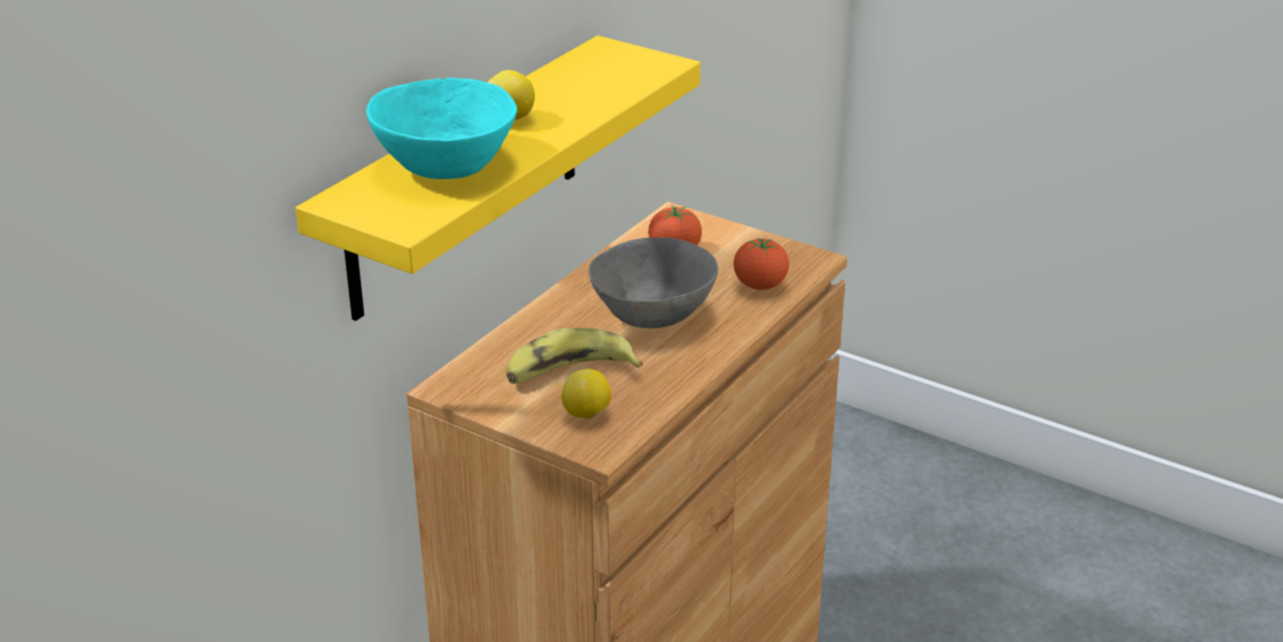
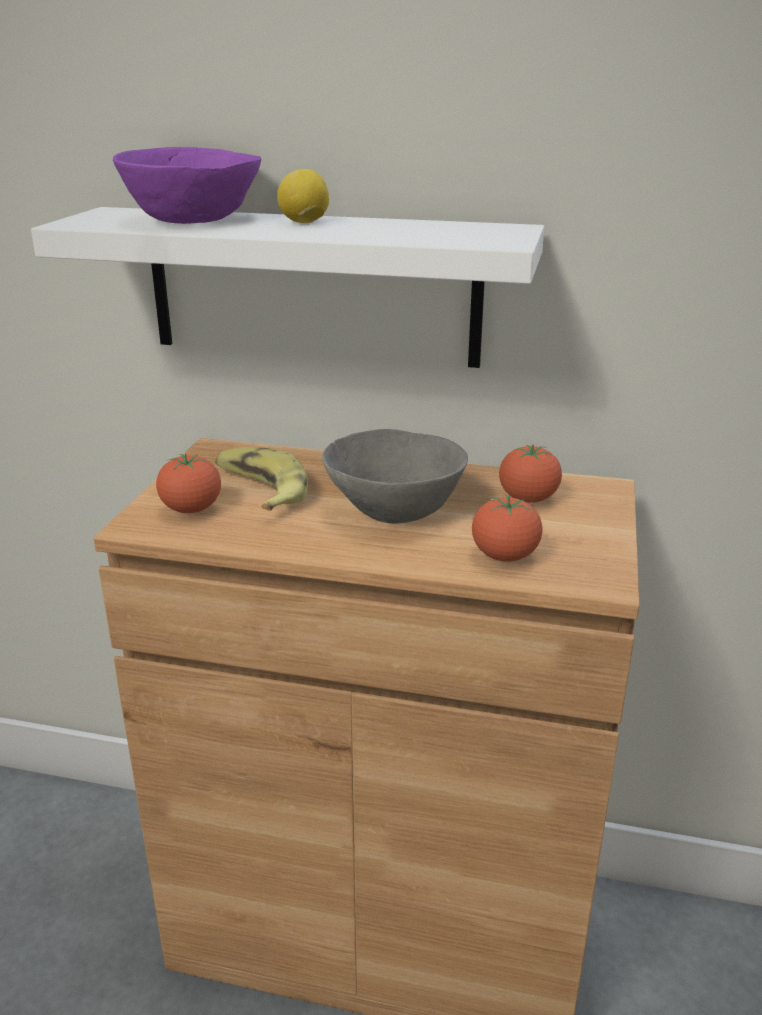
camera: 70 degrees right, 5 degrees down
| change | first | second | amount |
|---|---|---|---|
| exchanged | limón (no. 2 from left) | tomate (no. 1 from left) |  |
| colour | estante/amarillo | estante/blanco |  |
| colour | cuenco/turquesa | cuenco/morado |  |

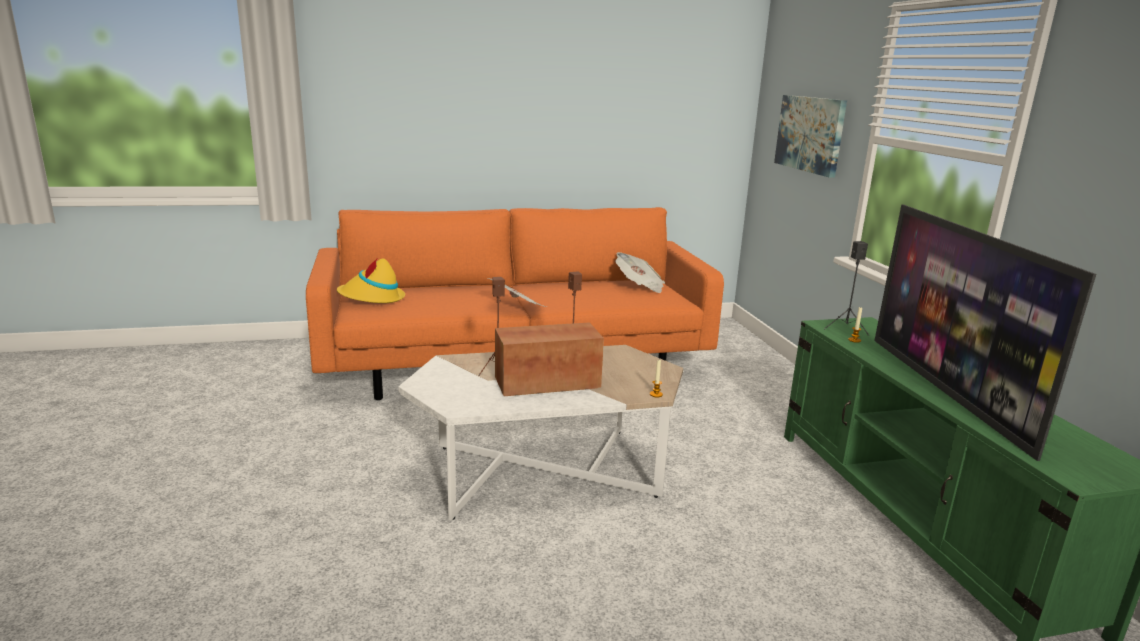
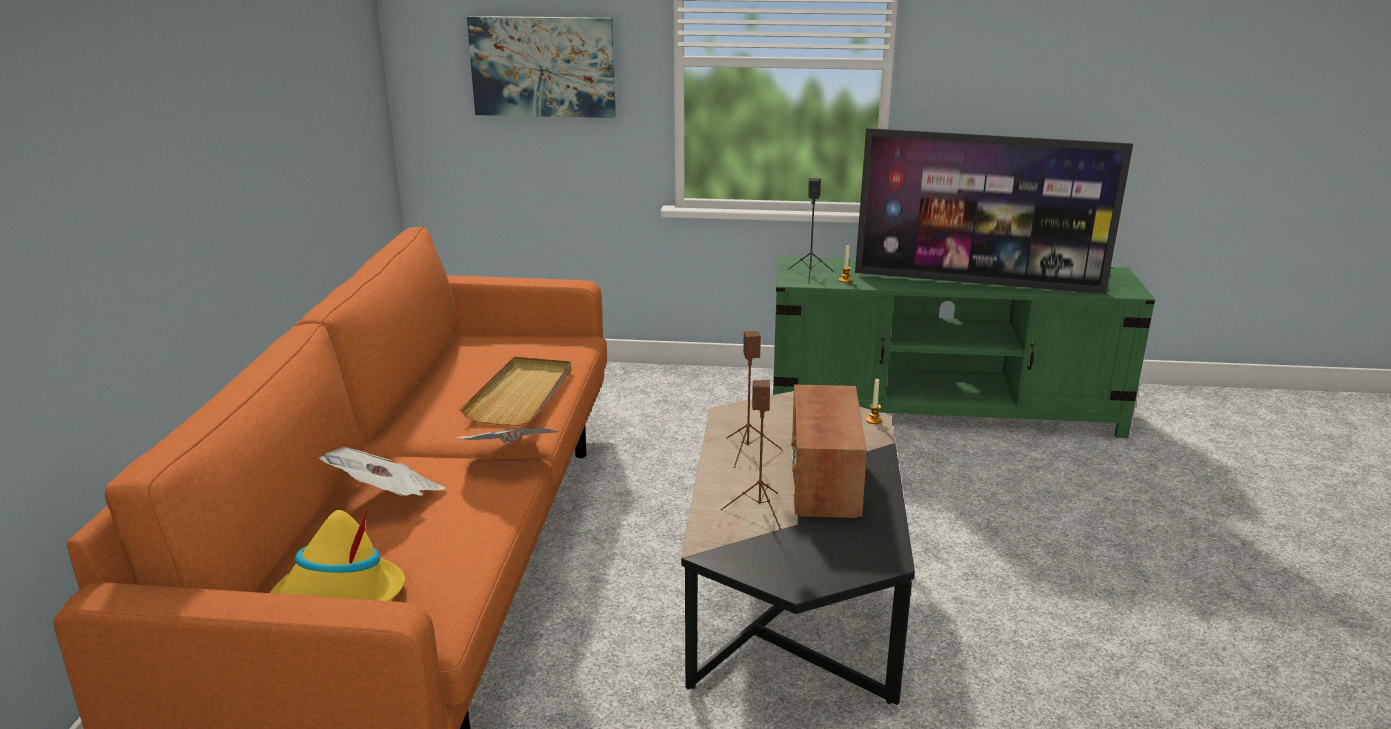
camera: 70 degrees left, 5 degrees up
| change | first | second | amount |
|---|---|---|---|
| appeared |  | bandeja/beis |  |
| relocated | periódico (no. 2 from left in the first image) | periódico (no. 1 from left) |  |
| colour | mesa de centro/blanco | mesa de centro/negro |  |

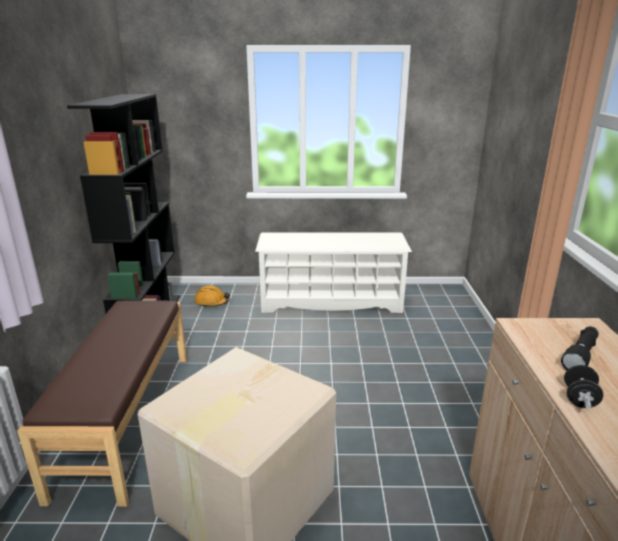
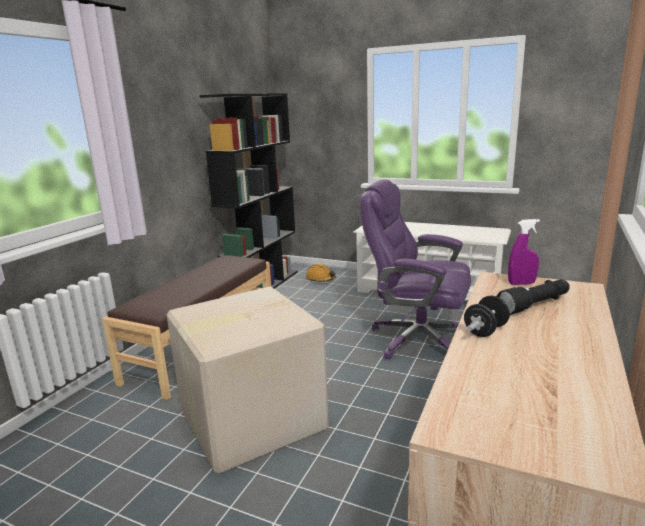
camera: 25 degrees right, 5 degrees down
| change | first | second | amount |
|---|---|---|---|
| appeared |  | silla de oficina/morado |  |
| appeared |  | pulverizador/morado |  |

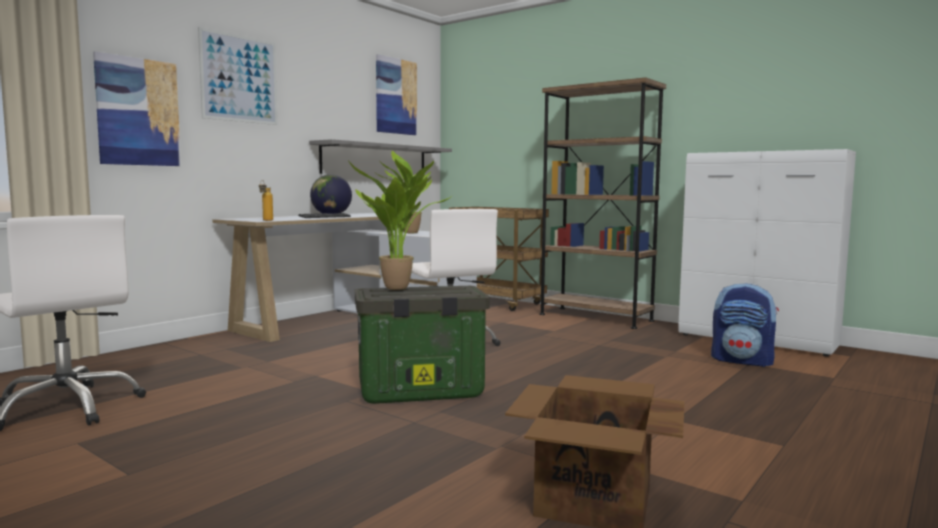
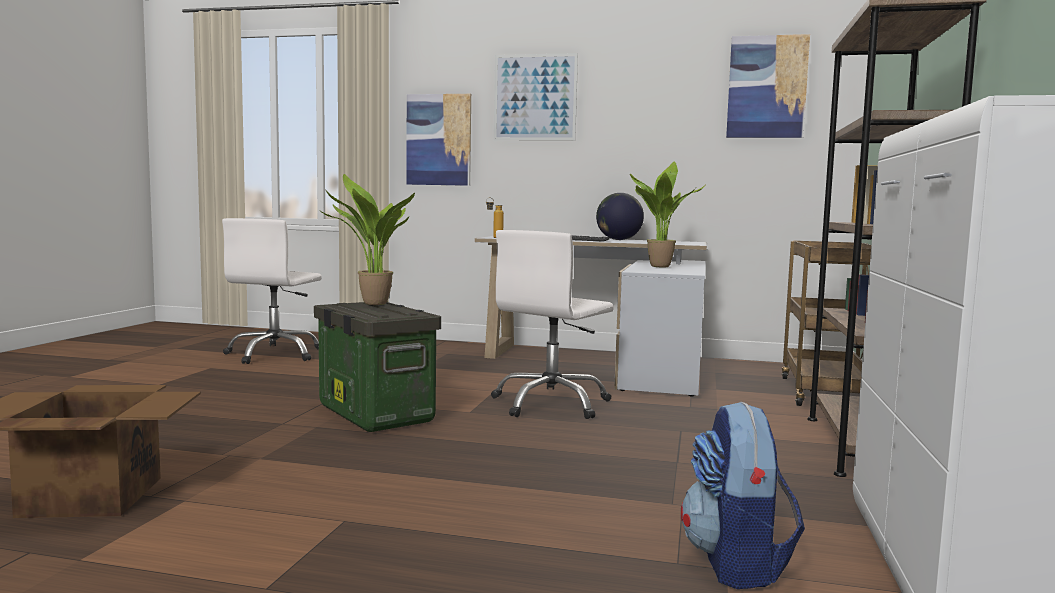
camera: 65 degrees right, 0 degrees up
| change | first | second | amount |
|---|---|---|---|
| missing | estante/gris |  |  |

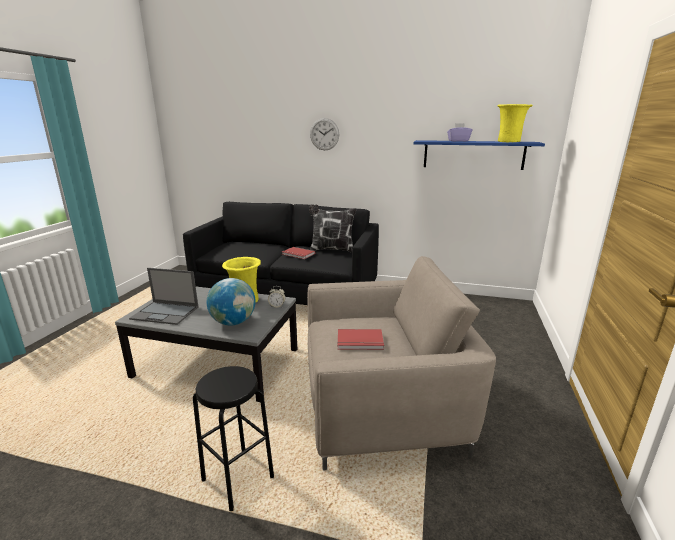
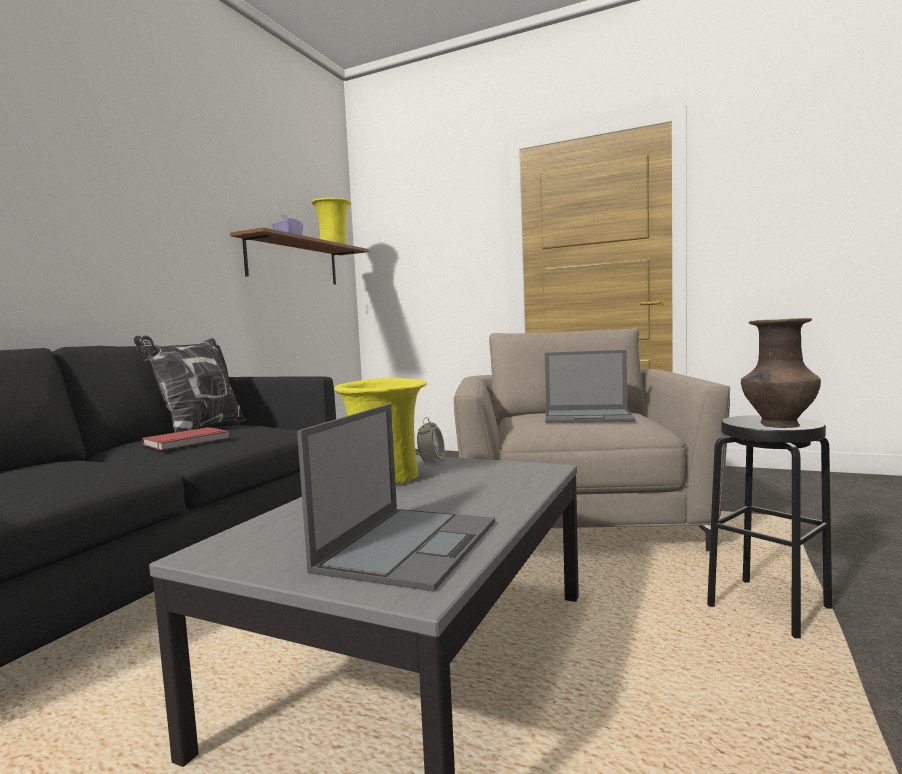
camera: 80 degrees left, 15 degrees down
| change | first | second | amount |
|---|---|---|---|
| missing | globo terráqueo |  |  |
| missing | reloj de pared |  |  |
| appeared |  | florero/marrón |  |
| exchanged | libro/rojo (no. 2 from left) | portátil (no. 2 from left) |  |
| colour | estante/azul | estante/marrón |  |

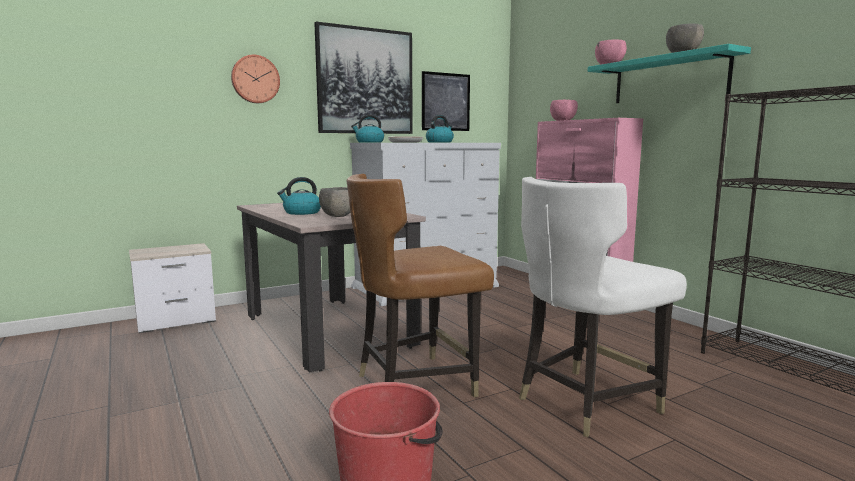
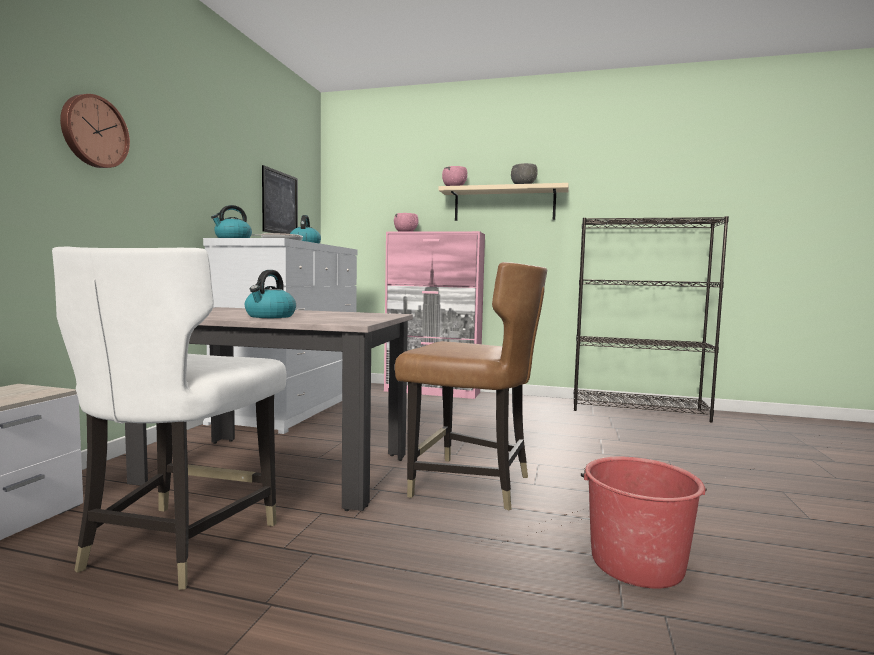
camera: 45 degrees left, 5 degrees down
| change | first | second | amount |
|---|---|---|---|
| missing | cuadro (no. 1 from left) |  |  |
| missing | cuenco/gris (no. 1 from left) |  |  |
| relocated | silla/blanco |  |  |
| colour | estante/turquesa | estante/beis |  |
| spun | silla/marrón |  | 90 degrees counterclockwise |

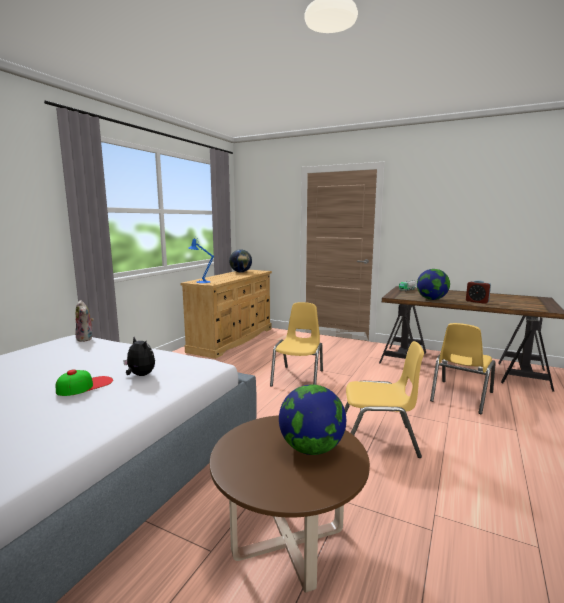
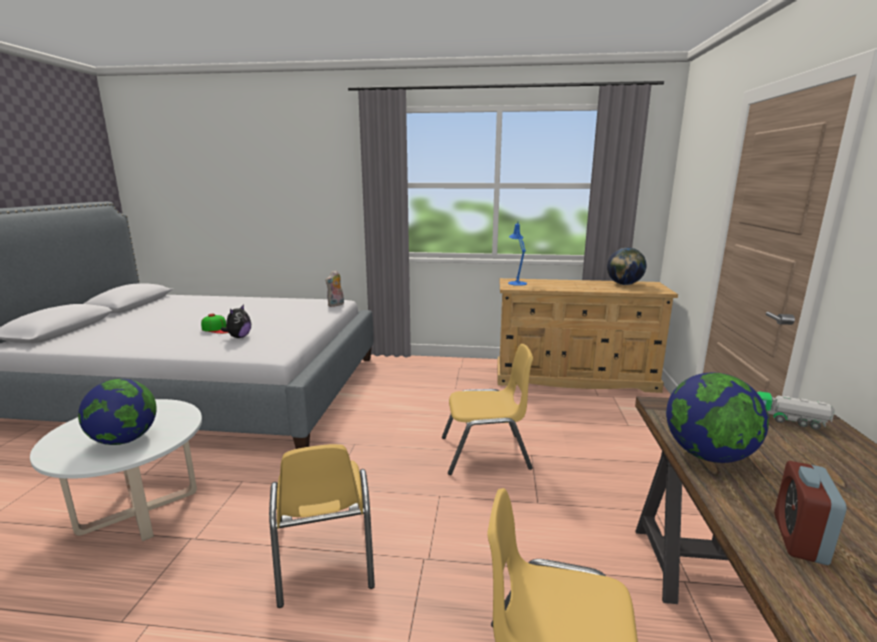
camera: 70 degrees right, 5 degrees up
| change | first | second | amount |
|---|---|---|---|
| colour | mesa de centro/marrón | mesa de centro/blanco |  |

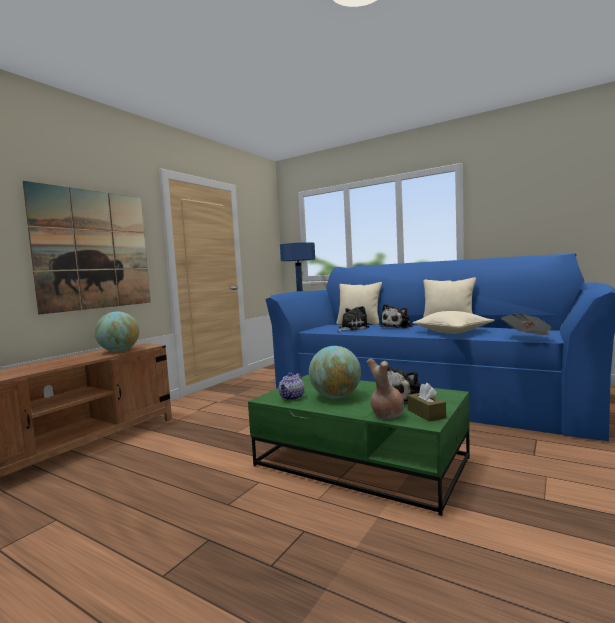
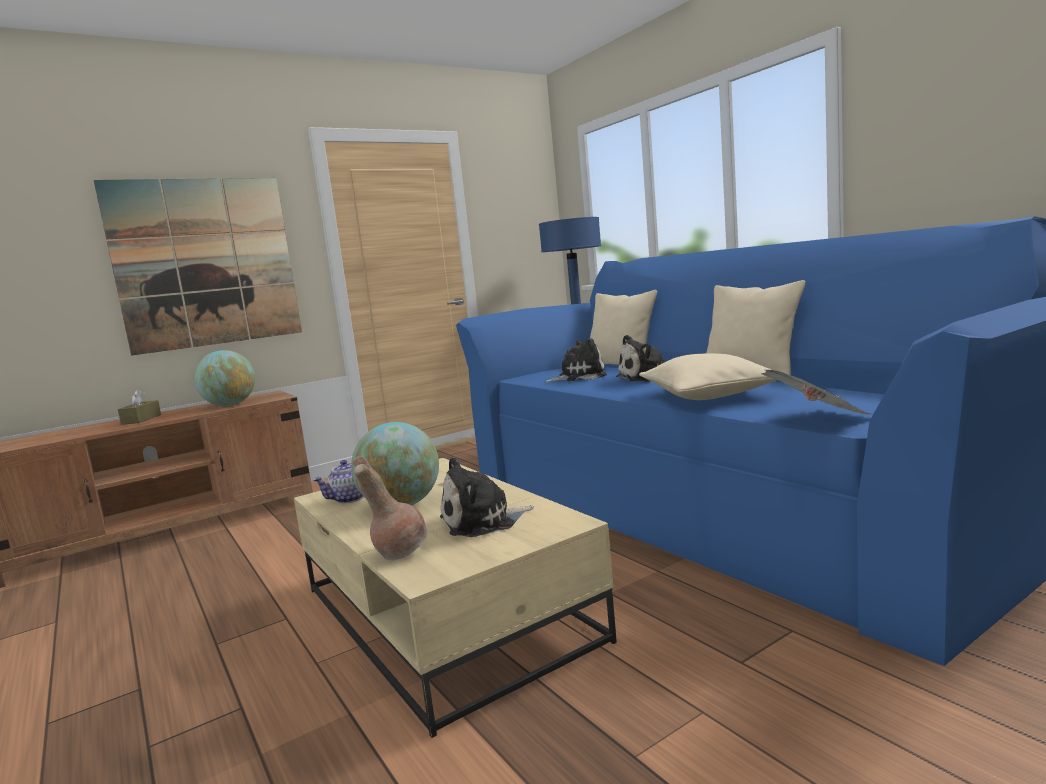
camera: 25 degrees right, 5 degrees up
| change | first | second | amount |
|---|---|---|---|
| relocated | caja de pañuelos/marrón |  |  |
| colour | mesa de centro/verde | mesa de centro/beis |  |

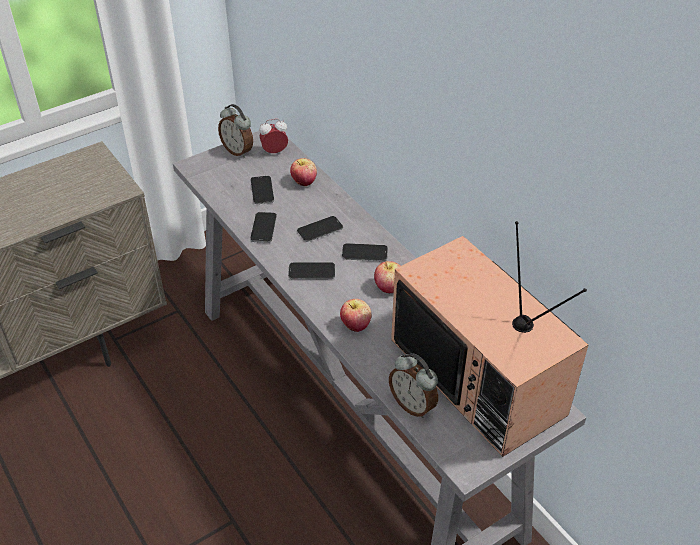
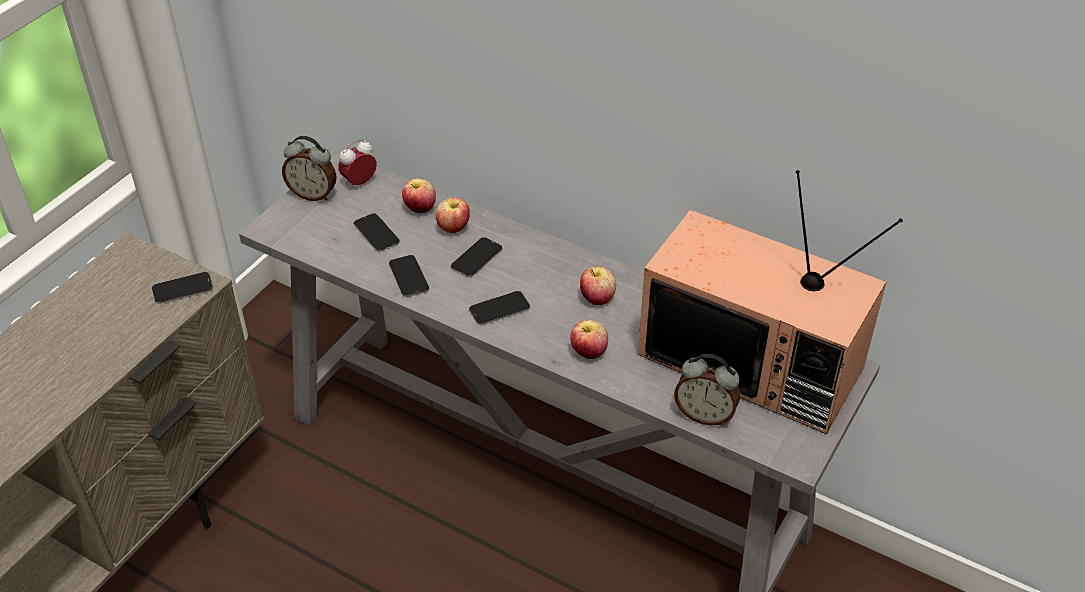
camera: 25 degrees left, 0 degrees up
| change | first | second | amount |
|---|---|---|---|
| appeared |  | manzana (no. 2 from left) |  |
| relocated | móvil (no. 5 from left in the first image) | móvil (no. 1 from left) |  |

